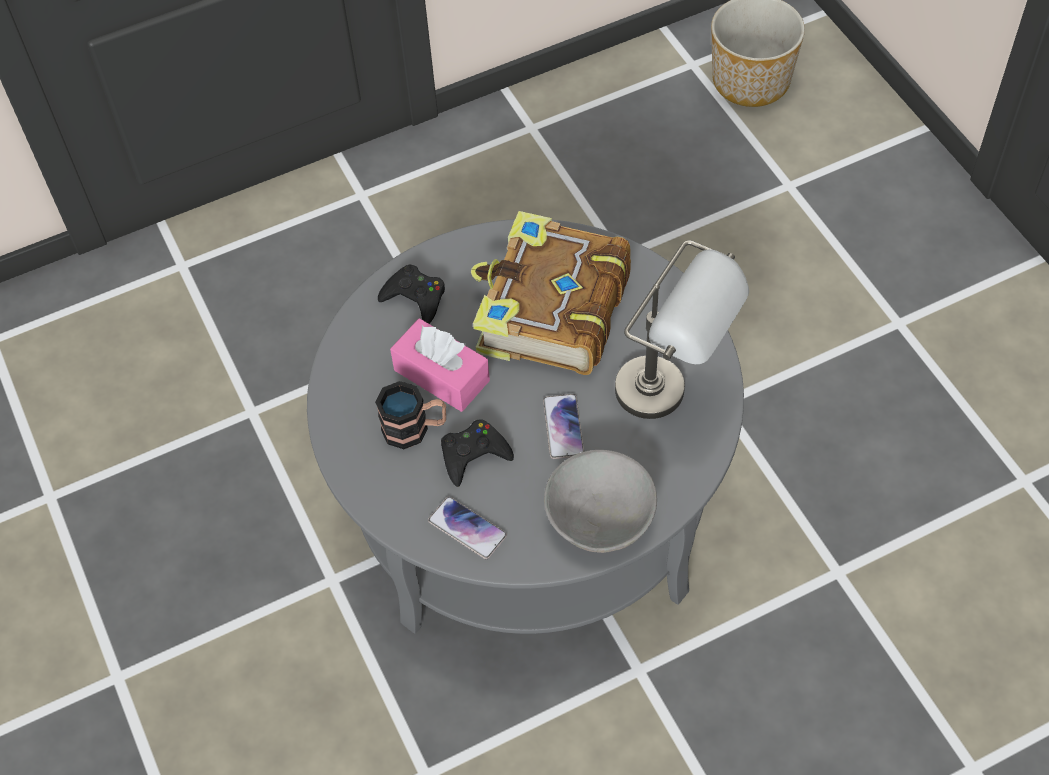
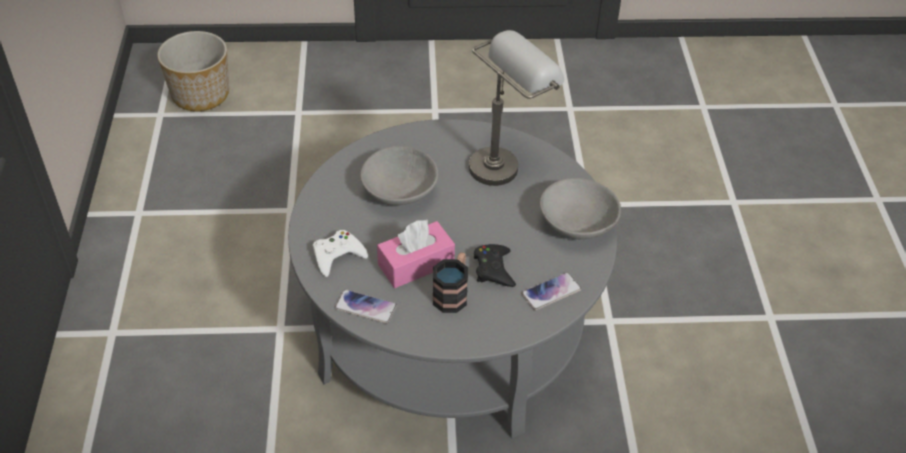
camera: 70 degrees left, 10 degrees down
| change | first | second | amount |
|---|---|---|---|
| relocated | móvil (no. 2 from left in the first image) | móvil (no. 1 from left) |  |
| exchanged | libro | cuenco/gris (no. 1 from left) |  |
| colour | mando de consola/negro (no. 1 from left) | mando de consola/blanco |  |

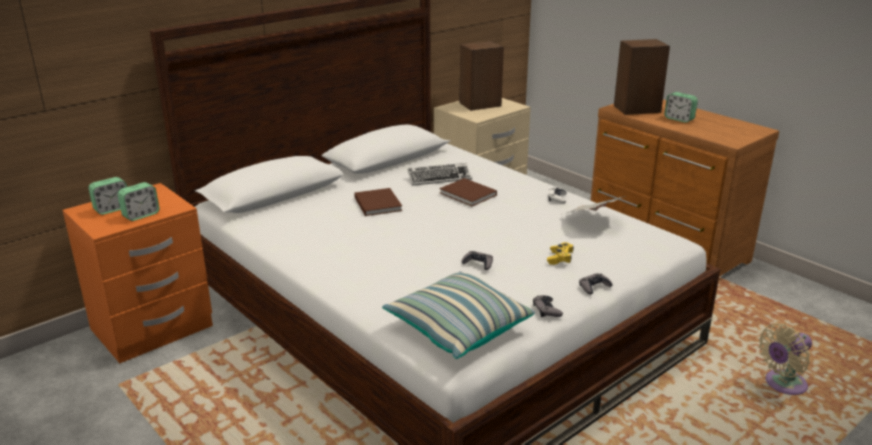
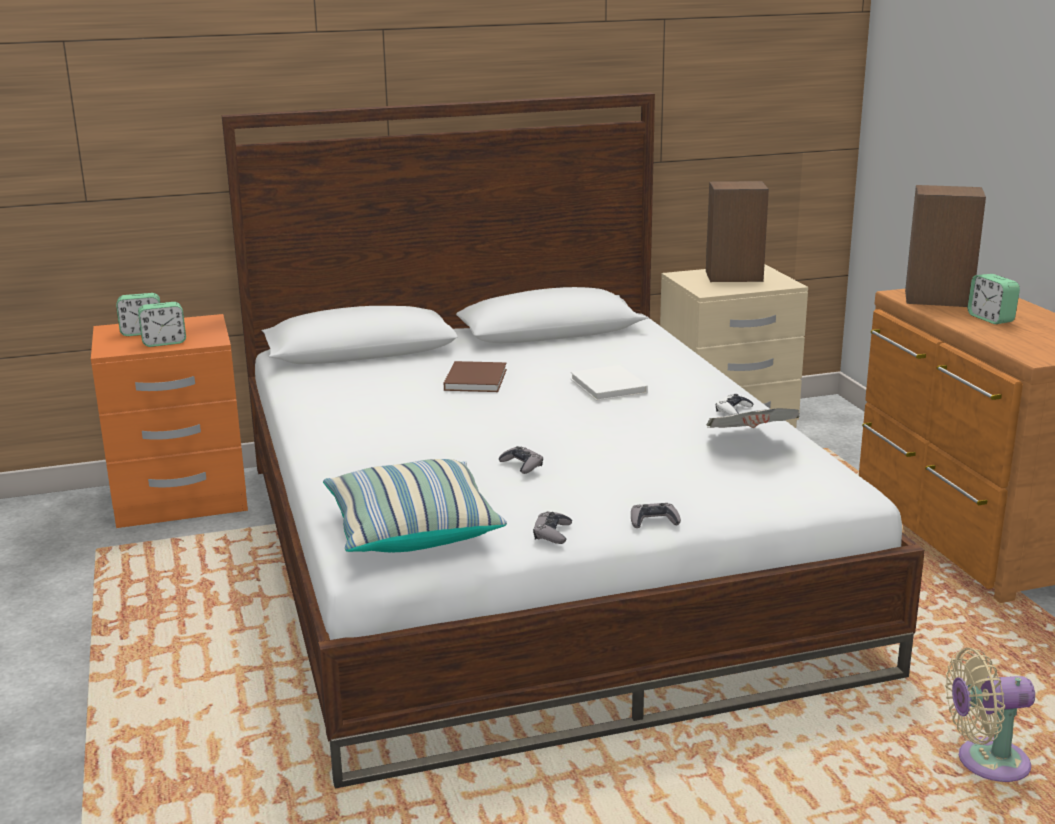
camera: 25 degrees right, 5 degrees down
| change | first | second | amount |
|---|---|---|---|
| missing | teclado |  |  |
| missing | mando de consola/amarillo |  |  |
| colour | libro/marrón (no. 2 from left) | libro/blanco |  |

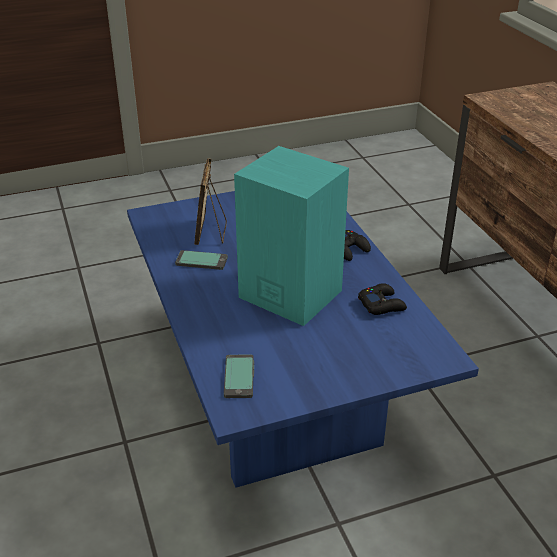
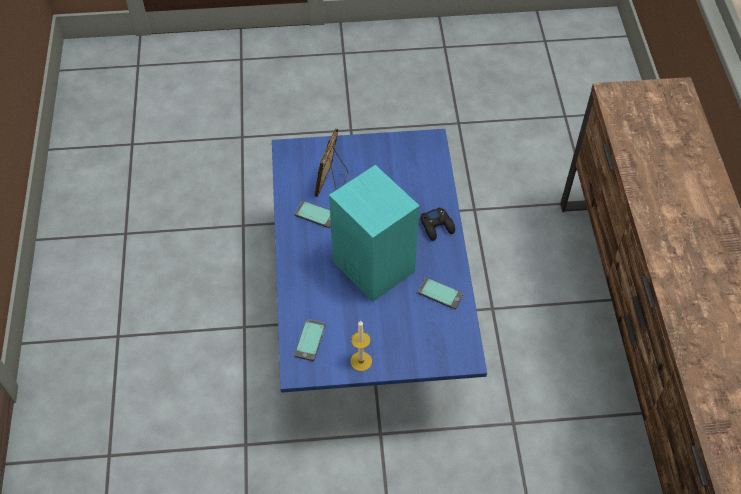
camera: 15 degrees right, 20 degrees up
| change | first | second | amount |
|---|---|---|---|
| appeared |  | vela |  |
| exchanged | mando de consola/negro (no. 2 from left) | móvil (no. 3 from left) |  |

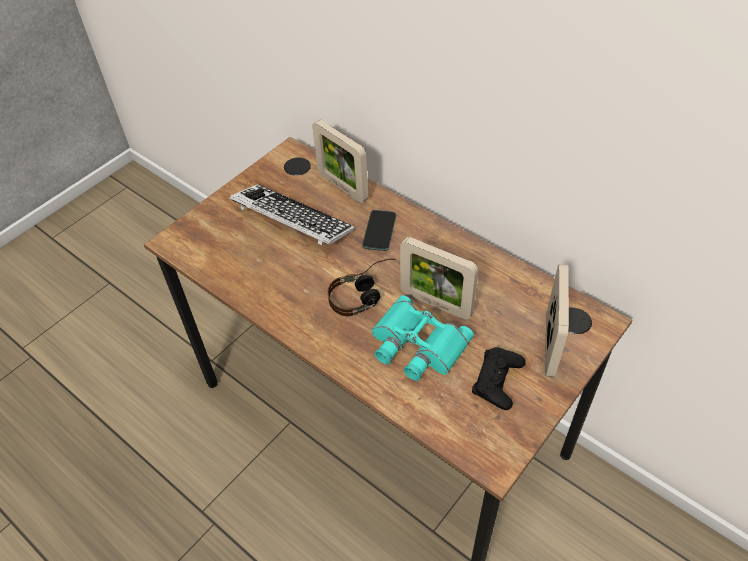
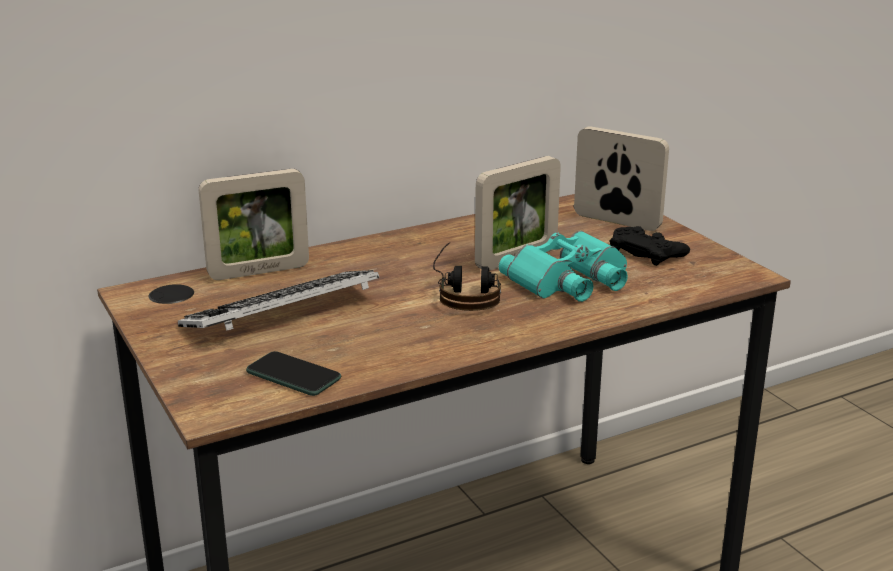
camera: 70 degrees left, 25 degrees down
| change | first | second | amount |
|---|---|---|---|
| relocated | móvil |  |  |

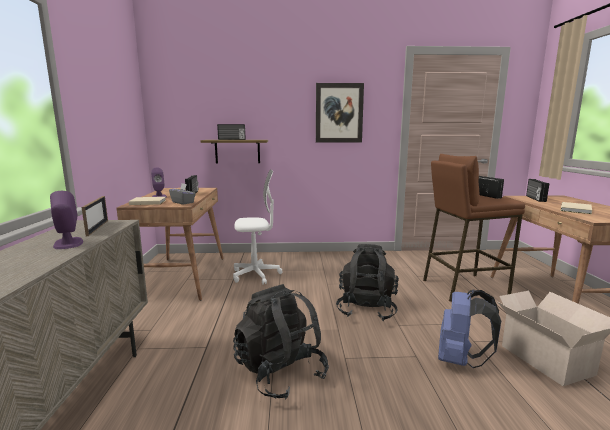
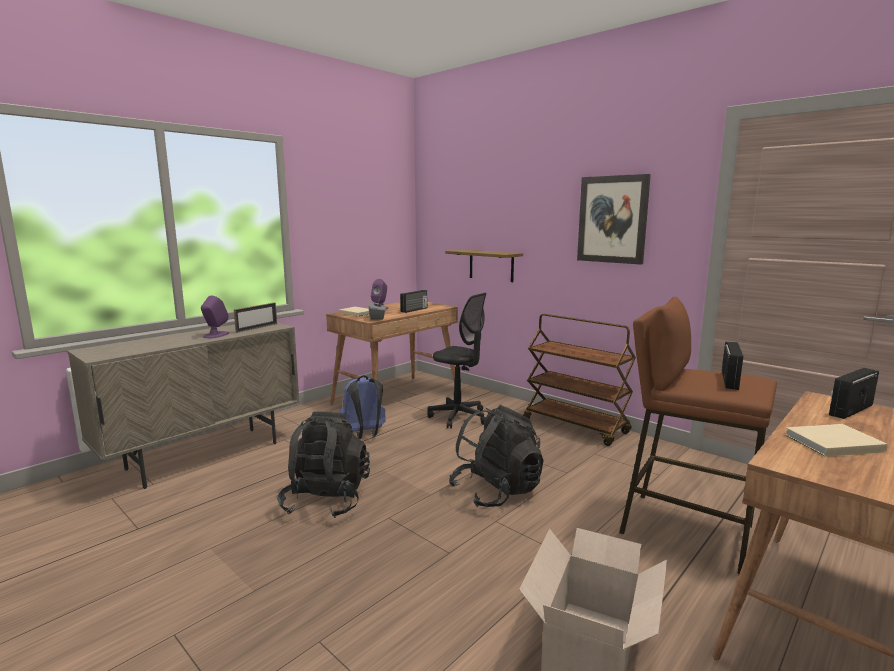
camera: 45 degrees right, 0 degrees up
| change | first | second | amount |
|---|---|---|---|
| missing | radio (no. 2 from left) |  |  |
| appeared |  | carrito/marrón |  |
| relocated | mochila/azul |  |  |
| colour | silla de oficina/blanco | silla de oficina/negro |  |

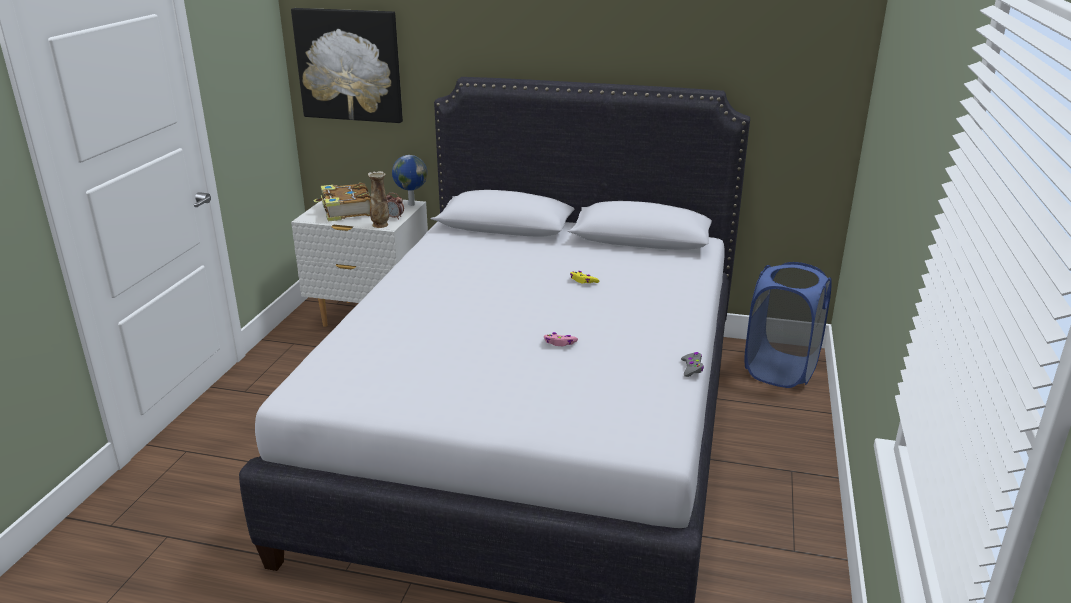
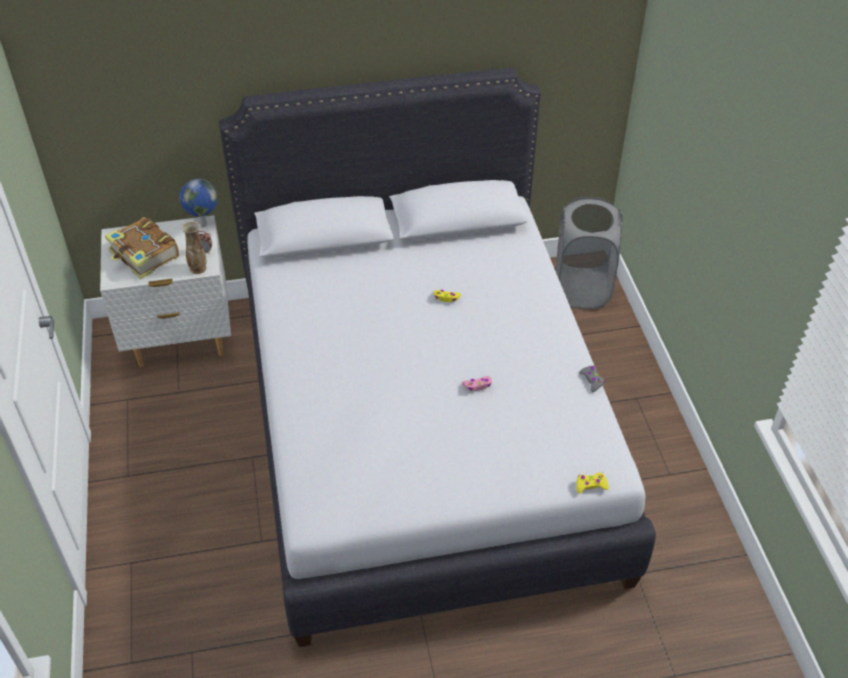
camera: 25 degrees left, 20 degrees up
| change | first | second | amount |
|---|---|---|---|
| missing | cuadro |  |  |
| appeared |  | mando de consola/amarillo (no. 2 from left) |  |
| colour | cesto de la ropa/azul | cesto de la ropa/gris |  |

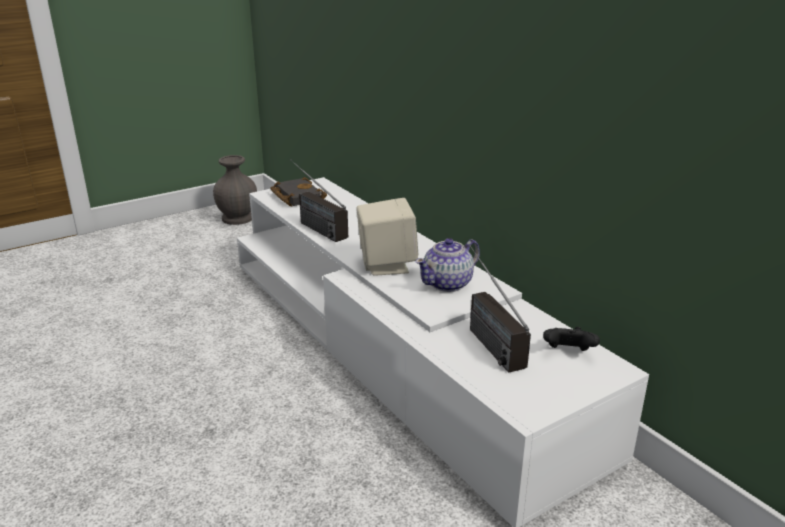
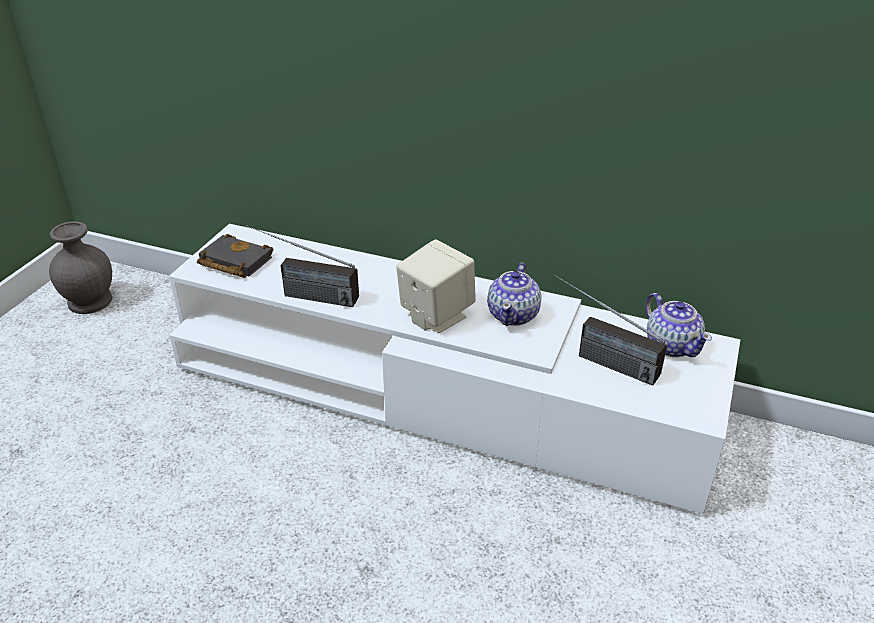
camera: 35 degrees left, 10 degrees up
| change | first | second | amount |
|---|---|---|---|
| exchanged | mando de consola/negro | tetera (no. 2 from left) |  |

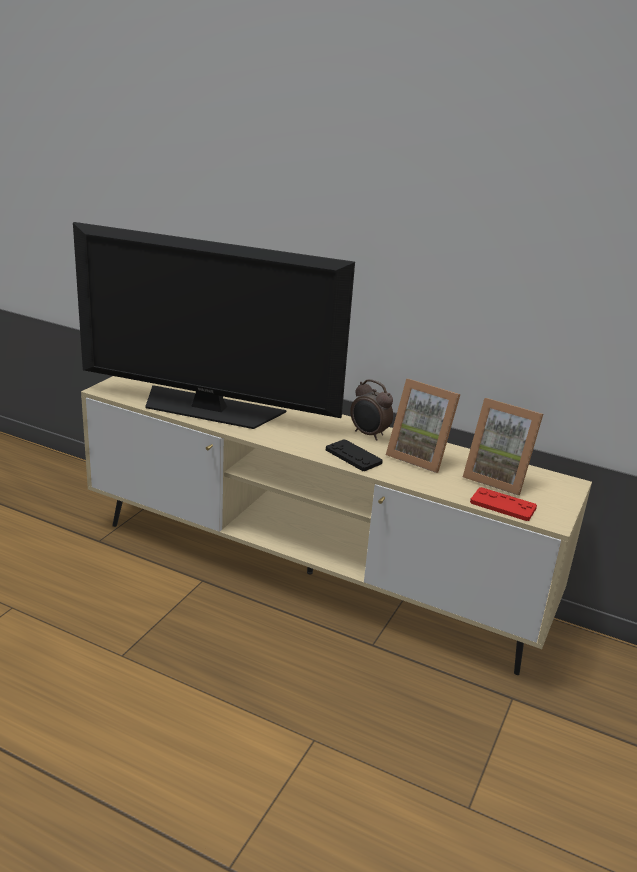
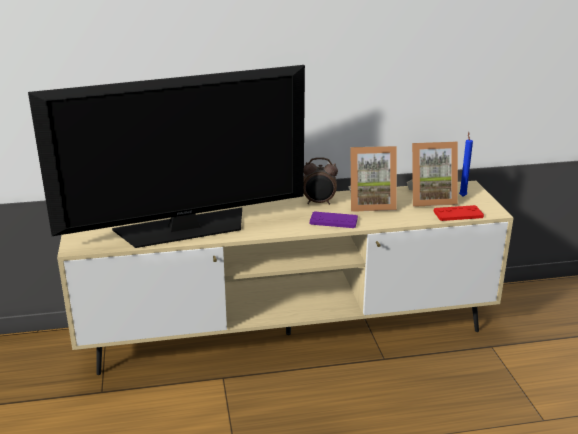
camera: 35 degrees left, 0 degrees up
| change | first | second | amount |
|---|---|---|---|
| appeared |  | vela/azul |  |
| colour | mando de consola/negro | mando de consola/morado |  |

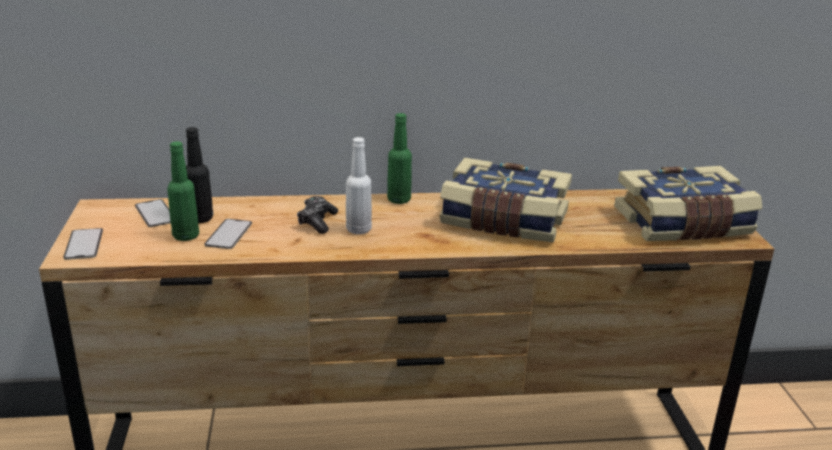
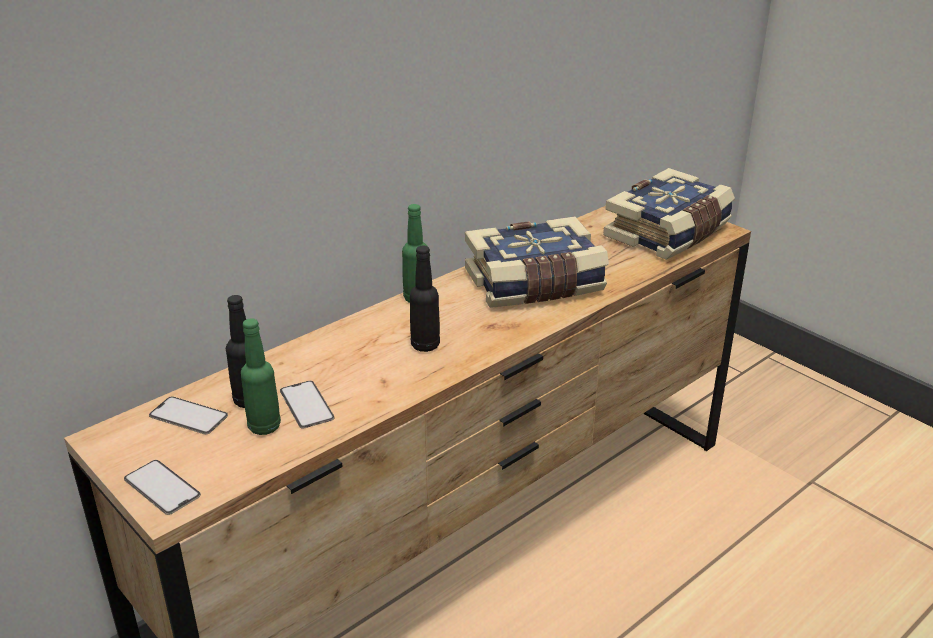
camera: 35 degrees left, 5 degrees up
| change | first | second | amount |
|---|---|---|---|
| missing | mando de consola |  |  |
| colour | botella/blanco | botella/negro (no. 2 from left) |  |

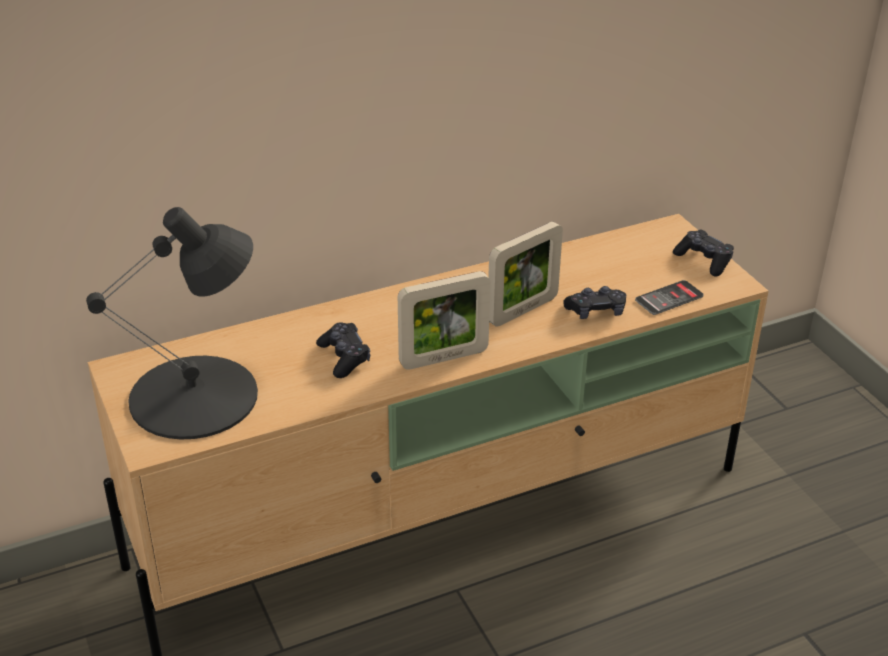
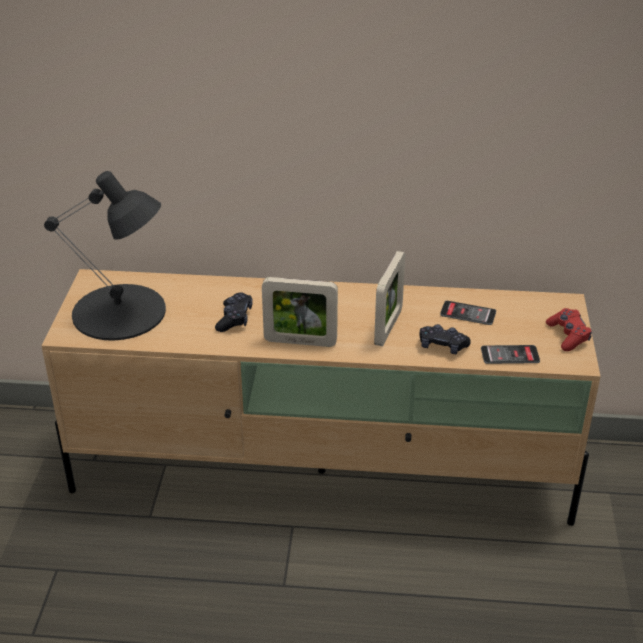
camera: 30 degrees right, 0 degrees up
| change | first | second | amount |
|---|---|---|---|
| appeared |  | móvil (no. 1 from left) |  |
| colour | mando de consola/negro (no. 3 from left) | mando de consola/rojo |  |
| spun | portarretratos (no. 2 from left) |  | 60 degrees counterclockwise |

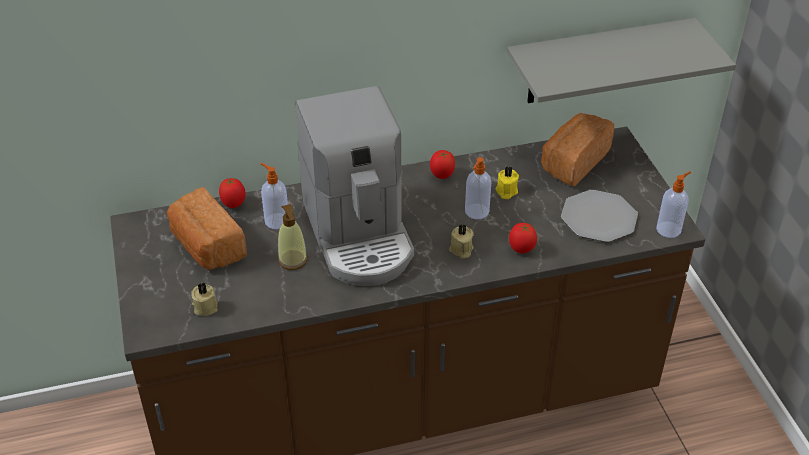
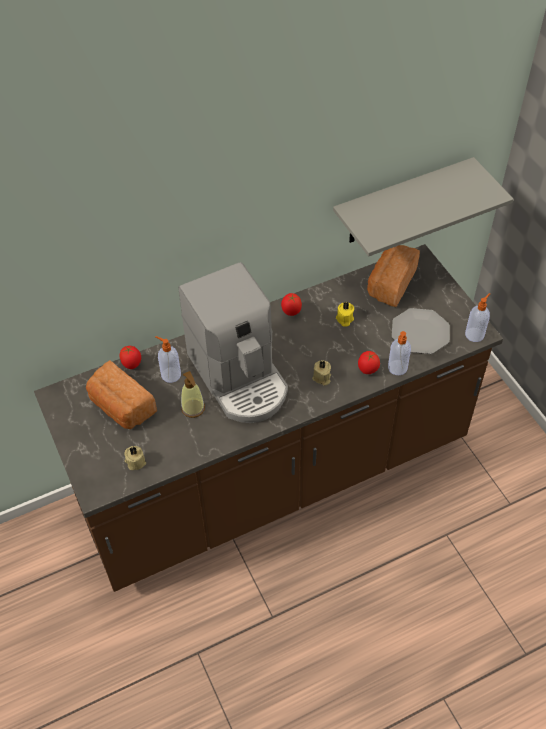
camera: 10 degrees left, 10 degrees up
| change | first | second | amount |
|---|---|---|---|
| relocated | dispensador de jabón (no. 3 from left) |  |  |

